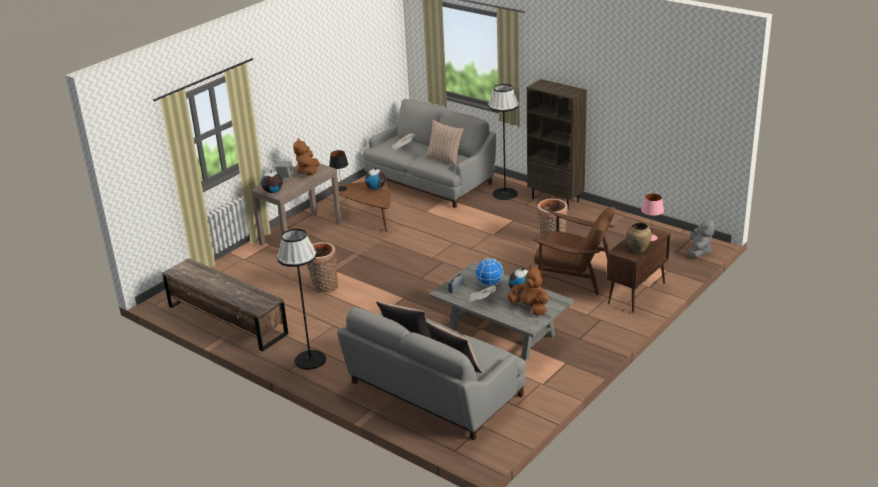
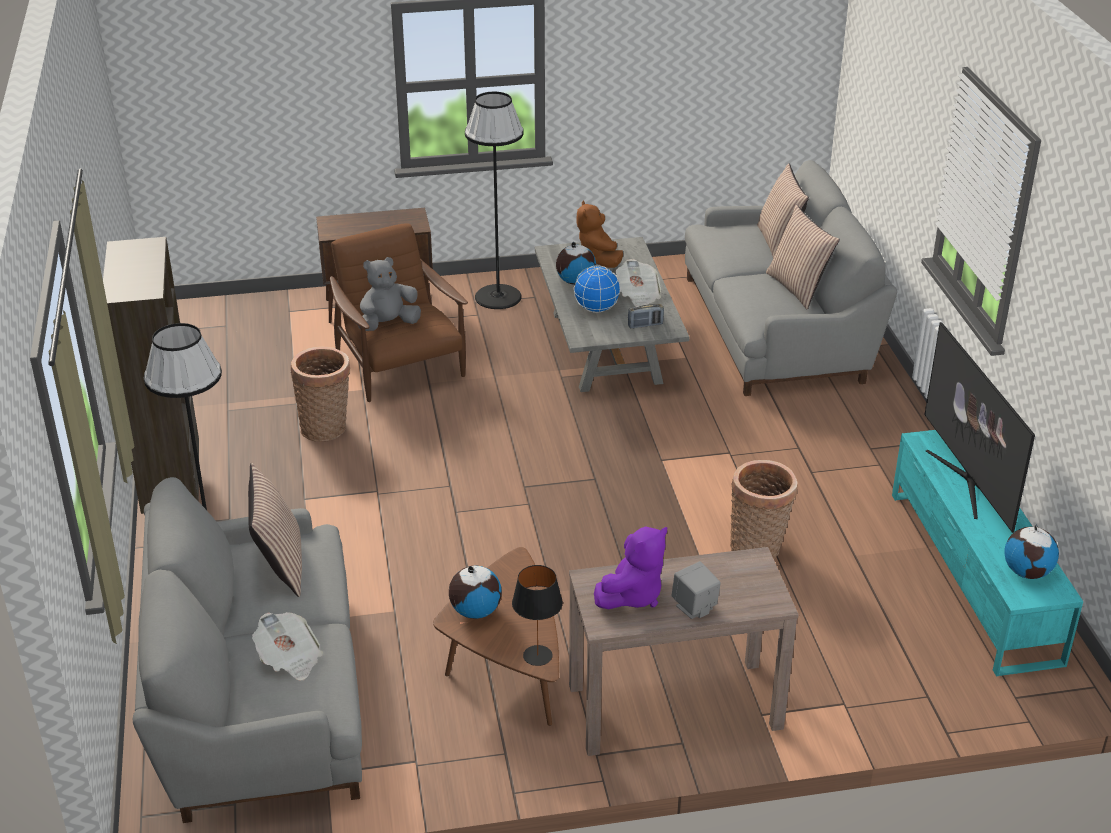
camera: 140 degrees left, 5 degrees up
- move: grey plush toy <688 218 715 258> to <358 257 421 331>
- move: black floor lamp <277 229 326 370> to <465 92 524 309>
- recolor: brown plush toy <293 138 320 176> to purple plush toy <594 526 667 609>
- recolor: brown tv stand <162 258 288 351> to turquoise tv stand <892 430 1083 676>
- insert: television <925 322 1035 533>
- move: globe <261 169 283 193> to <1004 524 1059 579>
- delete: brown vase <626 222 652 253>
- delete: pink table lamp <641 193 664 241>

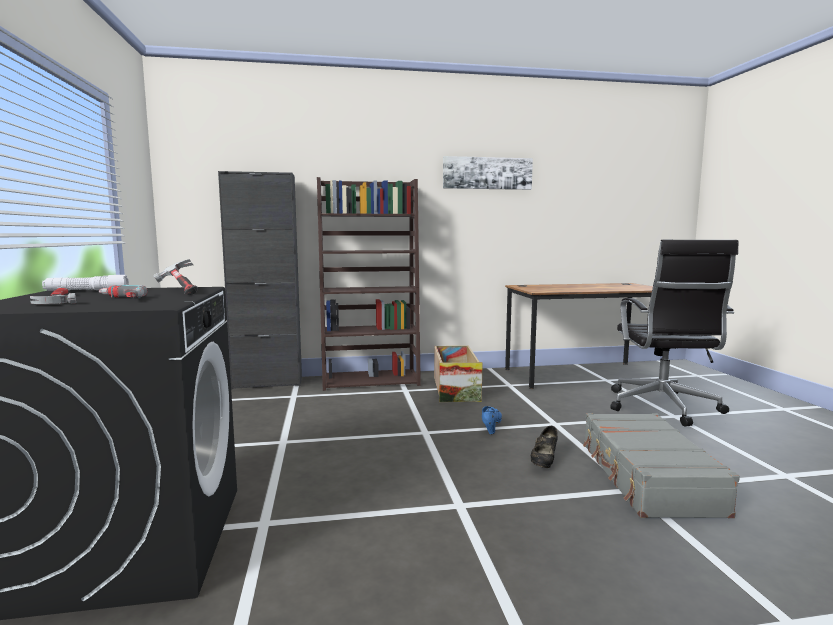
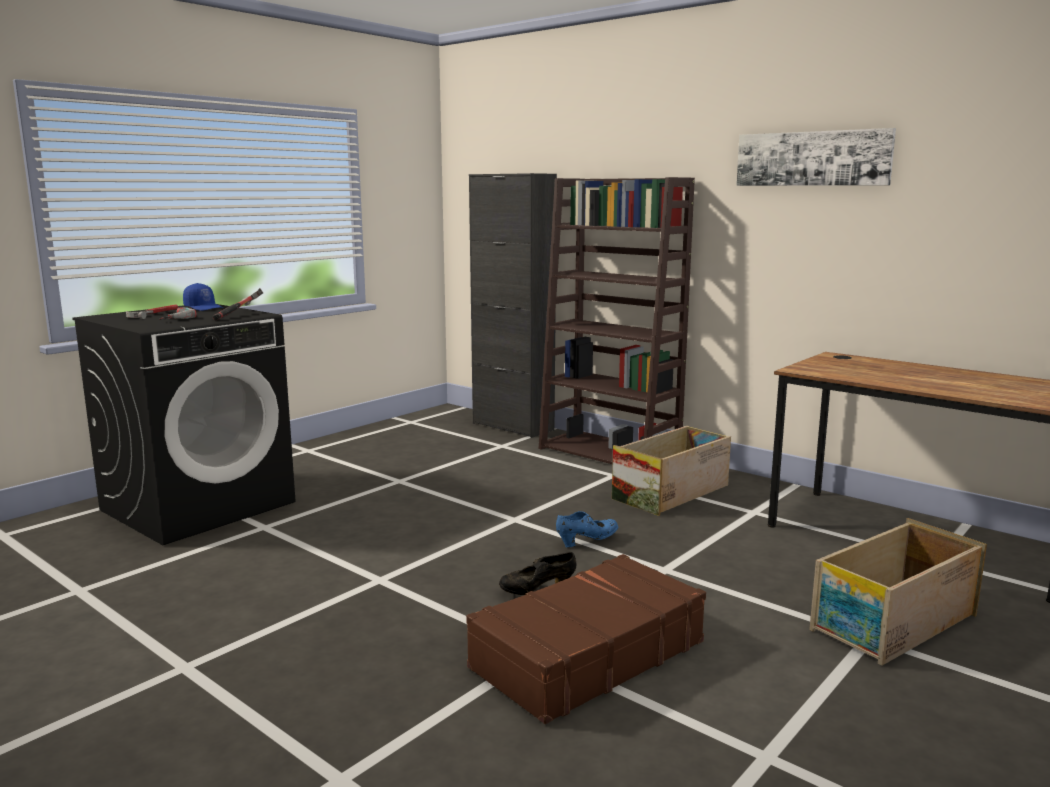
camera: 50 degrees right, 5 degrees up
- replace: white flashlight <42 275 129 291> to blue cap <183 283 223 311>
- recolor: grey suitcase <583 413 740 518> to brown suitcase <466 554 706 724>
- replace: black office chair <610 240 738 427> to crate <809 518 987 665>

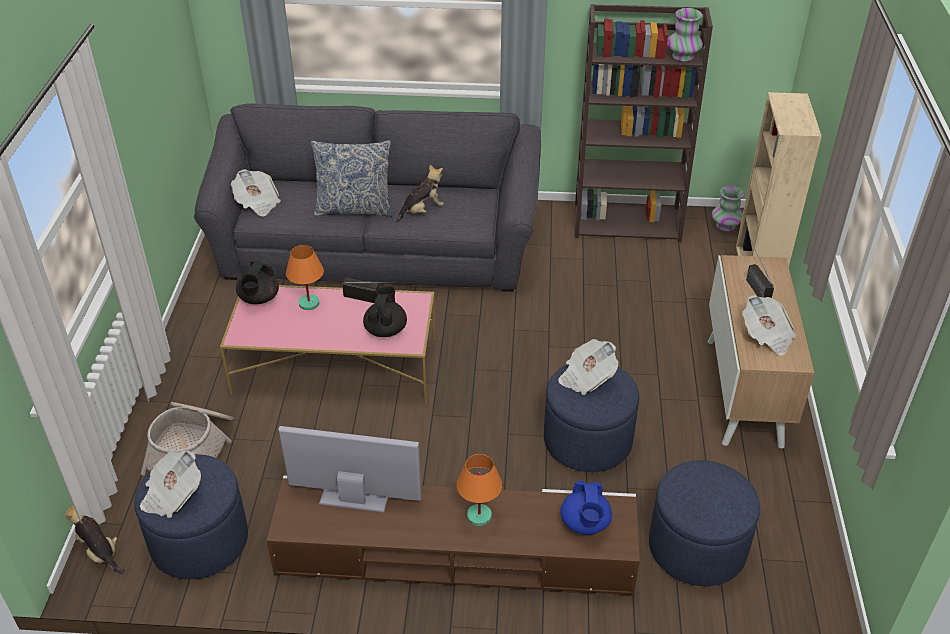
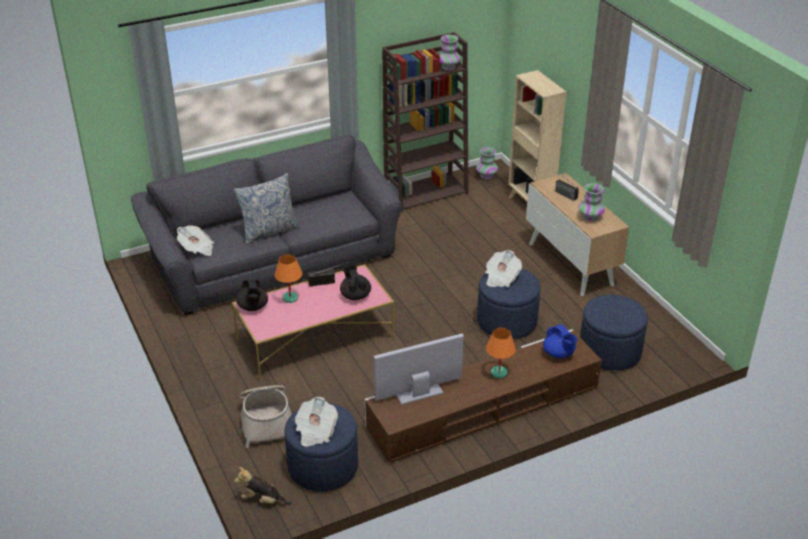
camera: 30 degrees left, 5 degrees down
- replace: newspaper <742 295 797 356> to vase <579 183 605 221>
- delete: plush toy <396 165 444 223>

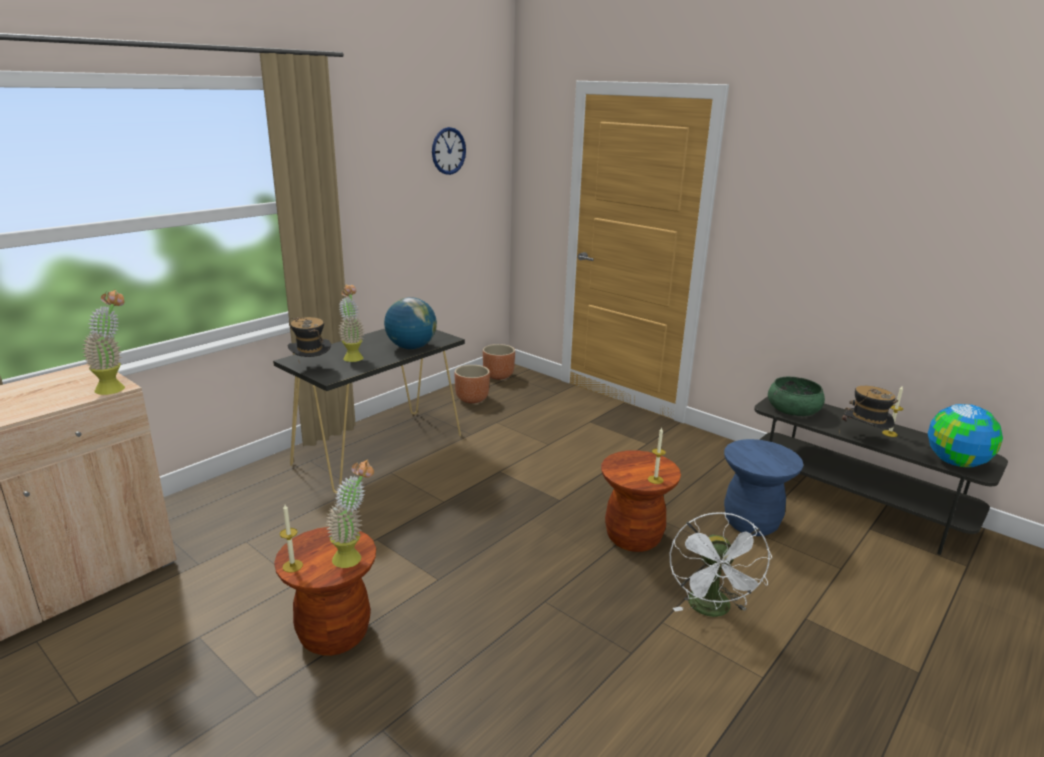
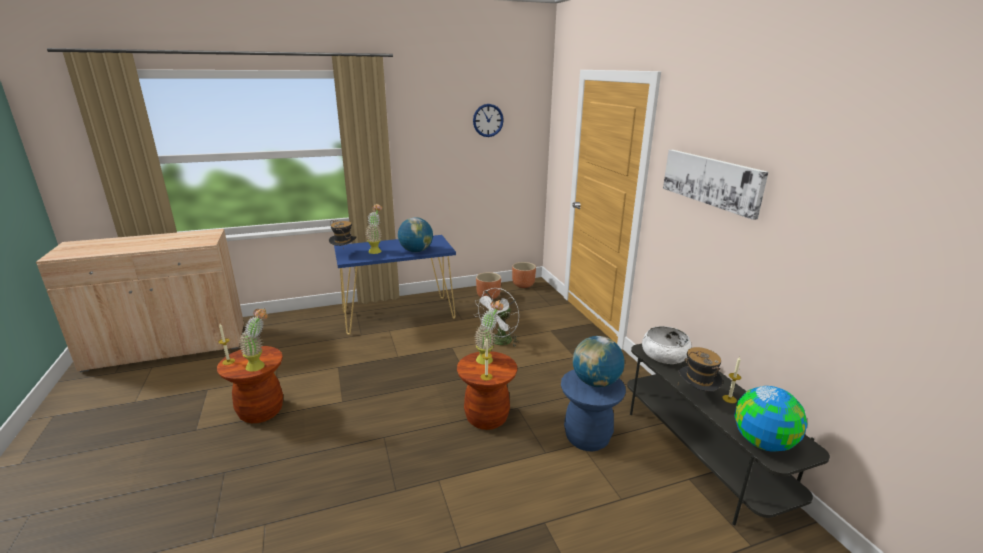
camera: 30 degrees right, 0 degrees up
- recolor: black console table <273 329 465 493> to blue console table <334 235 456 335>
- move: white fan <669 512 772 617> to <473 288 520 347>
- move: potted plant <82 290 125 395> to <474 300 503 365>
- insert: globe <573 336 624 387>
- recolor: green bowl <768 377 825 416> to white bowl <642 326 692 364>
- insert: picture <663 150 768 220>

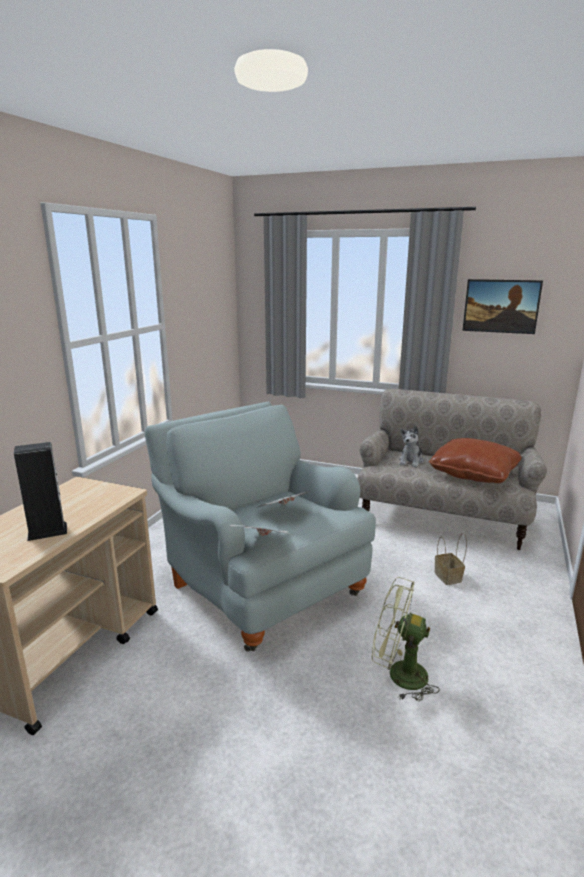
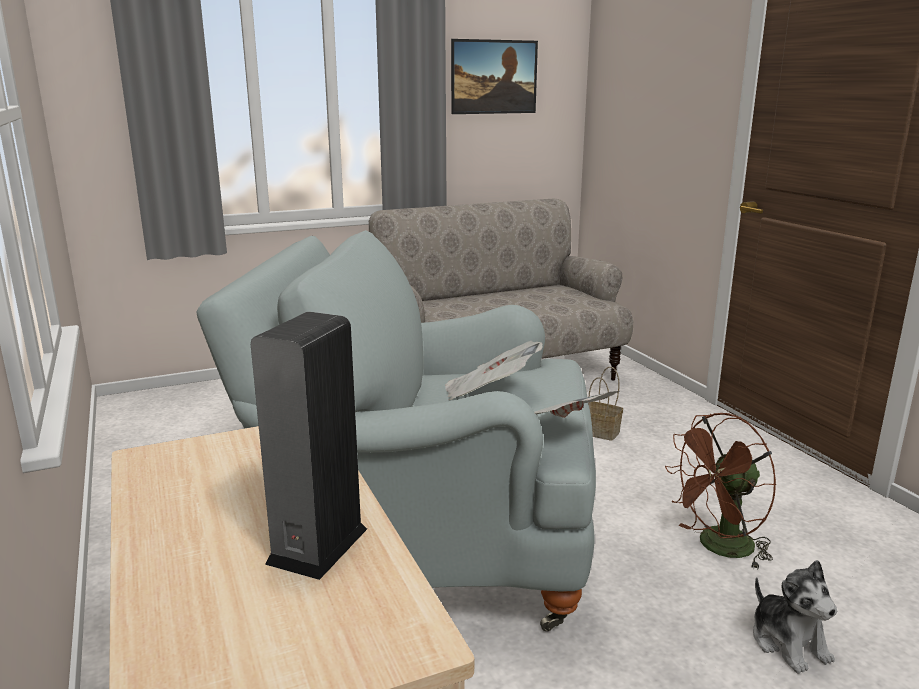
camera: 45 degrees left, 0 degrees up
- recolor: green fan <372 577 440 701> to brown fan <665 413 776 570>
- move: plush toy <399 425 424 467> to <753 560 838 674>
- delete: brown pillow <429 438 522 483>

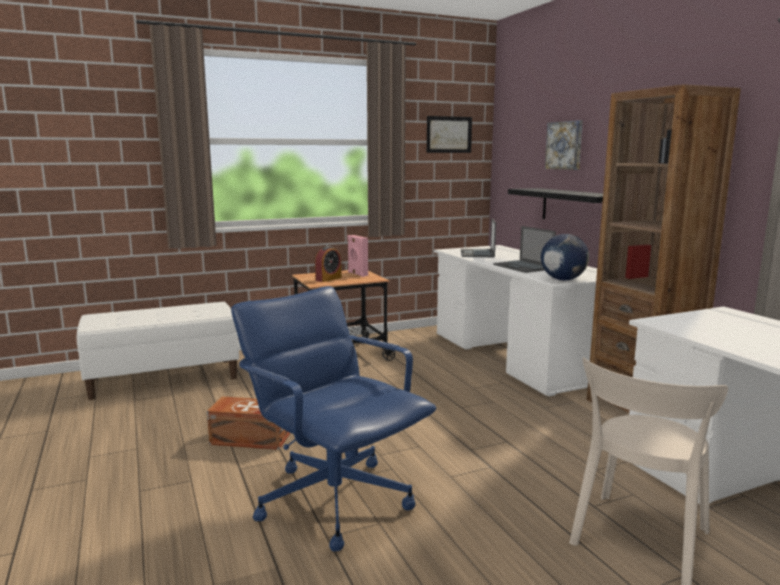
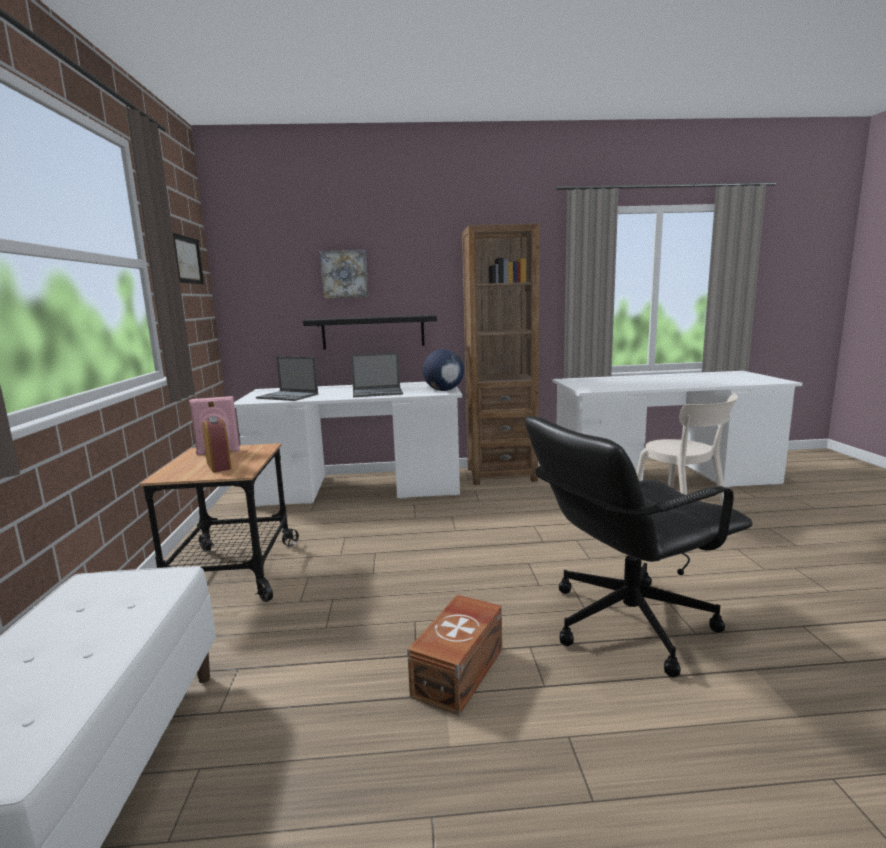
camera: 70 degrees left, 0 degrees up
- recolor: blue office chair <231 286 436 551> to black office chair <525 416 753 677>

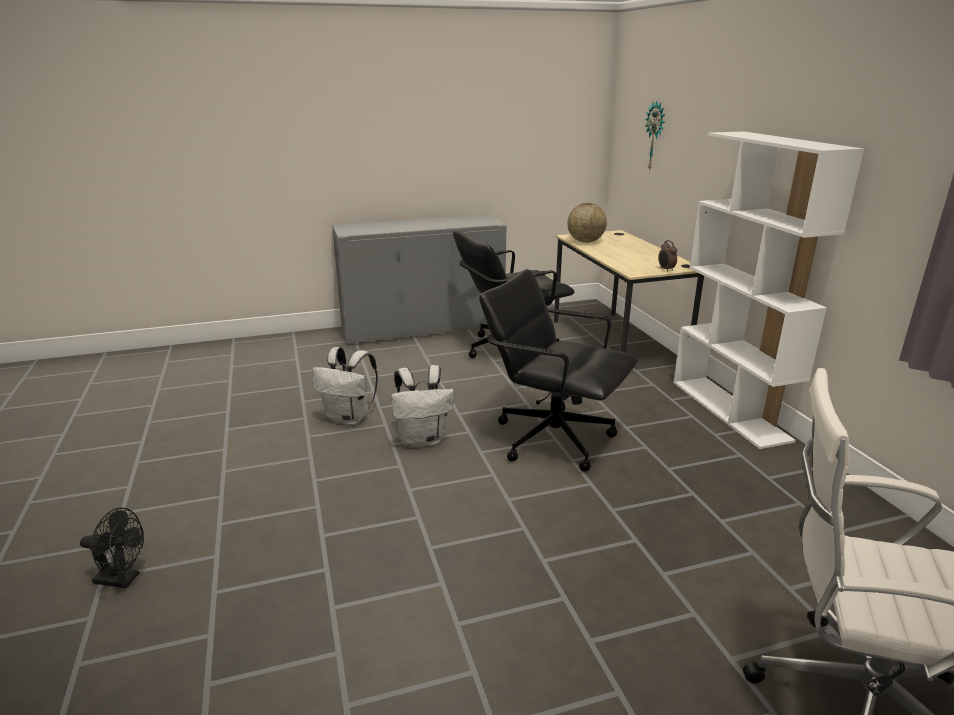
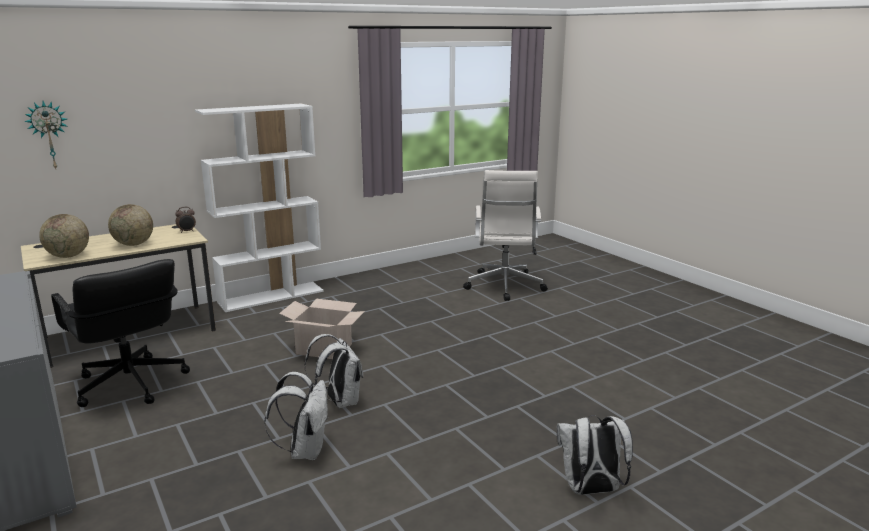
camera: 105 degrees left, 5 degrees down
- insert: globe <108 204 153 246>
- replace: black office chair <479 269 638 472> to cardboard box <279 299 365 359>
- replace: black fan <80 508 144 588> to white backpack <557 415 633 495>

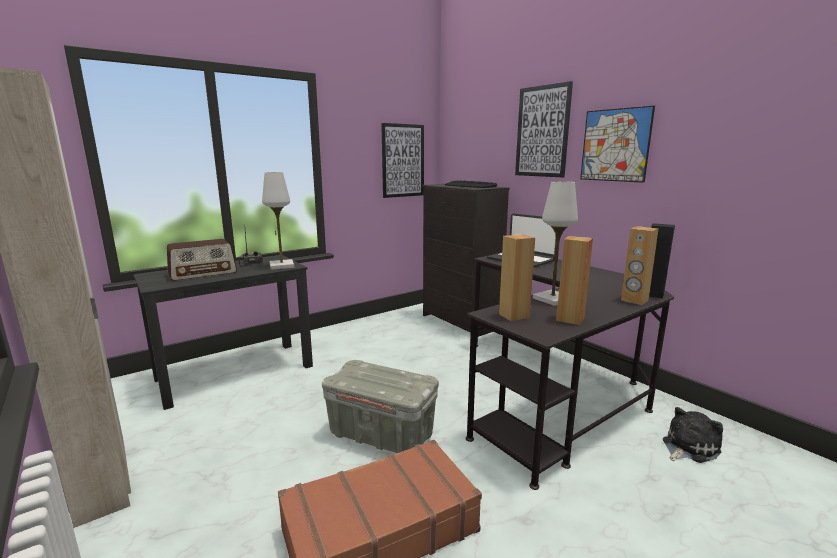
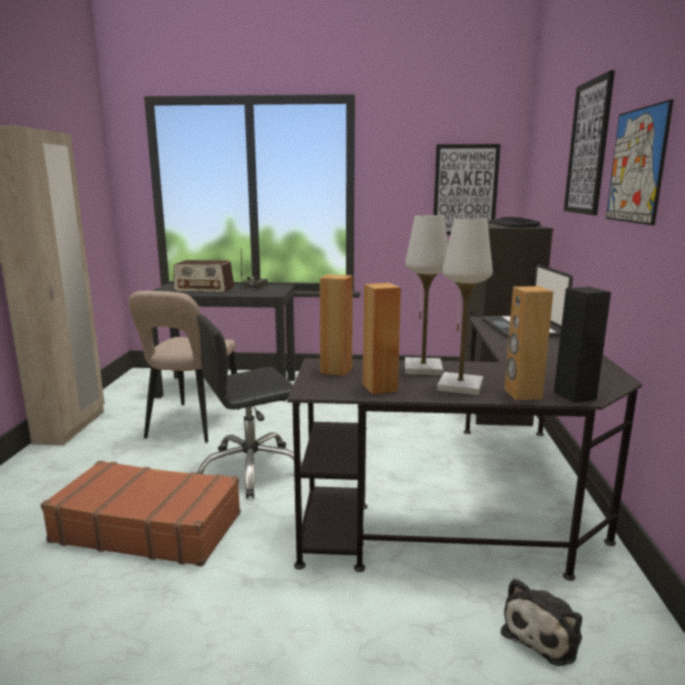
camera: 40 degrees right, 0 degrees up
- insert: beige chair <128 291 240 443>
- replace: grey storage box <322 360 439 453> to black office chair <196 314 302 499>
- move: white table lamp <262 172 294 270> to <437 218 493 395>
- rotate: plush toy <663 407 723 463> = <501 578 582 666> 120 degrees clockwise

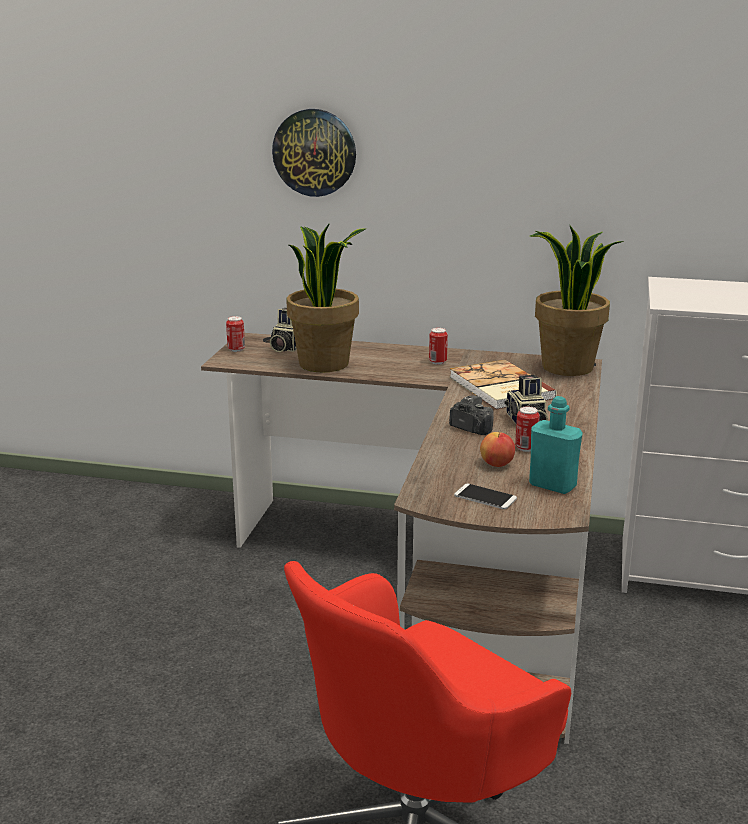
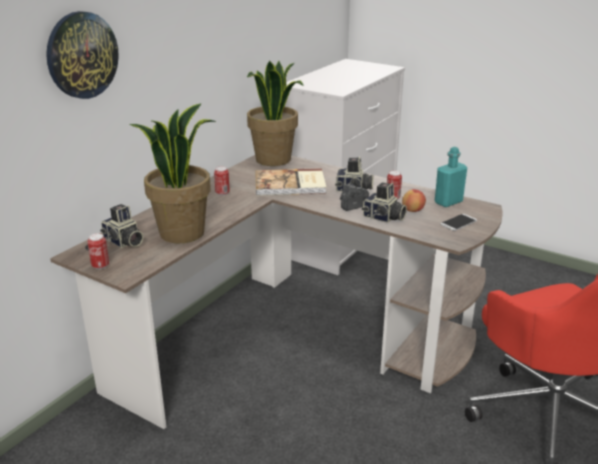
camera: 70 degrees left, 5 degrees up
- insert: photo camera <362 183 407 223>

